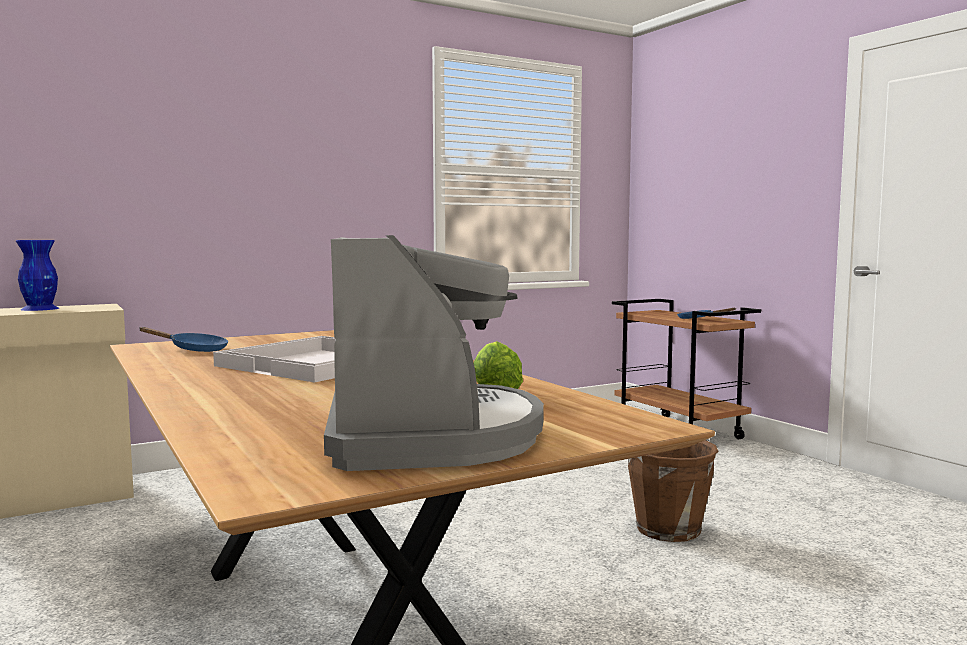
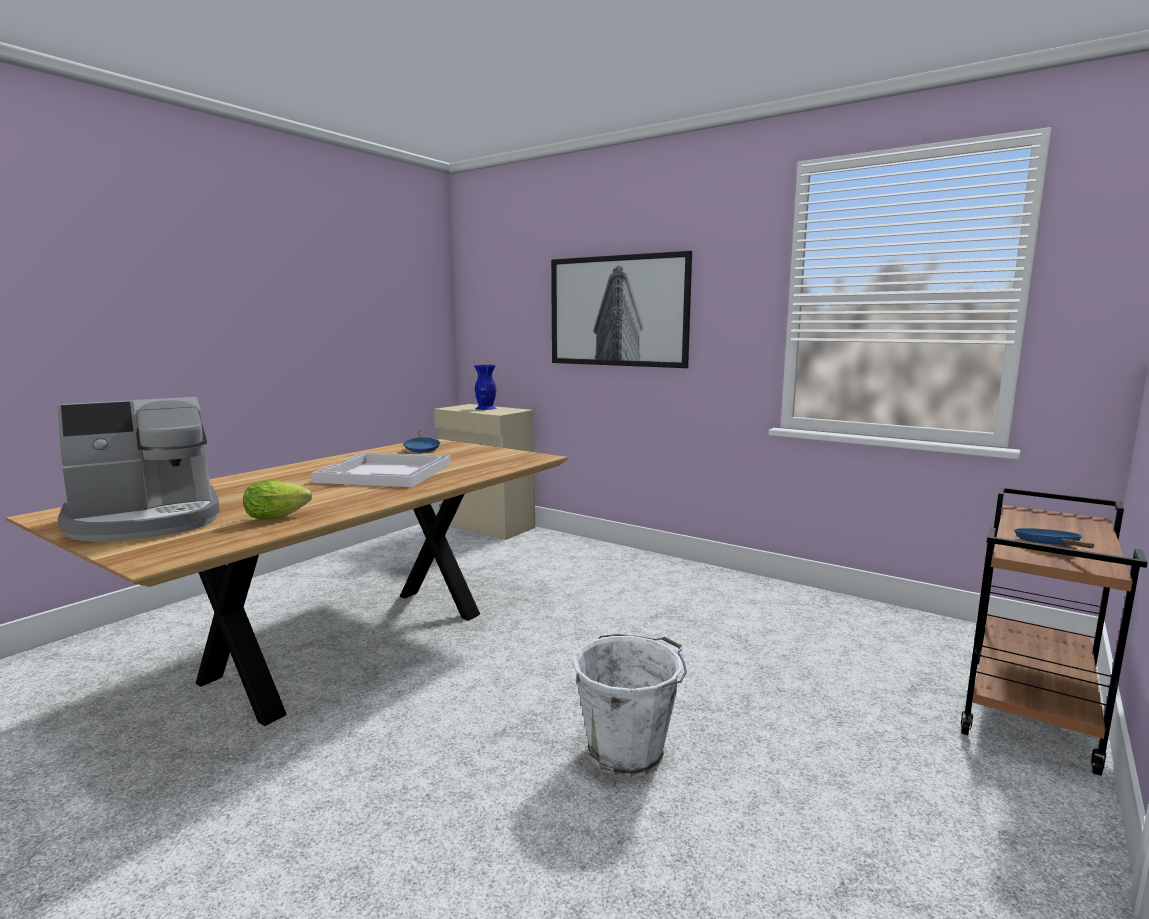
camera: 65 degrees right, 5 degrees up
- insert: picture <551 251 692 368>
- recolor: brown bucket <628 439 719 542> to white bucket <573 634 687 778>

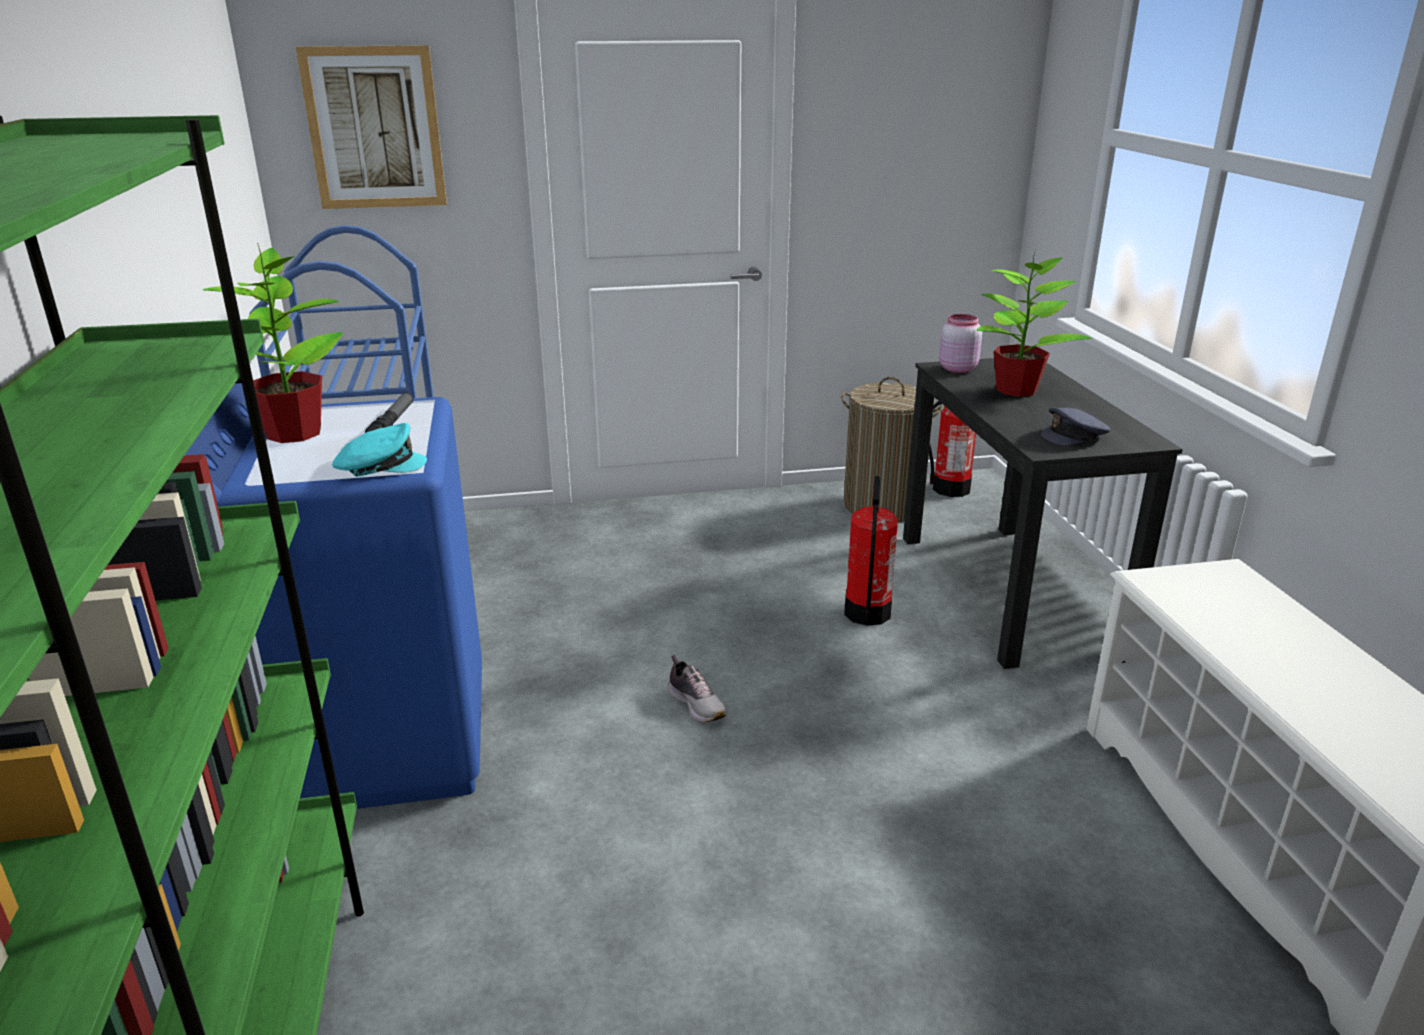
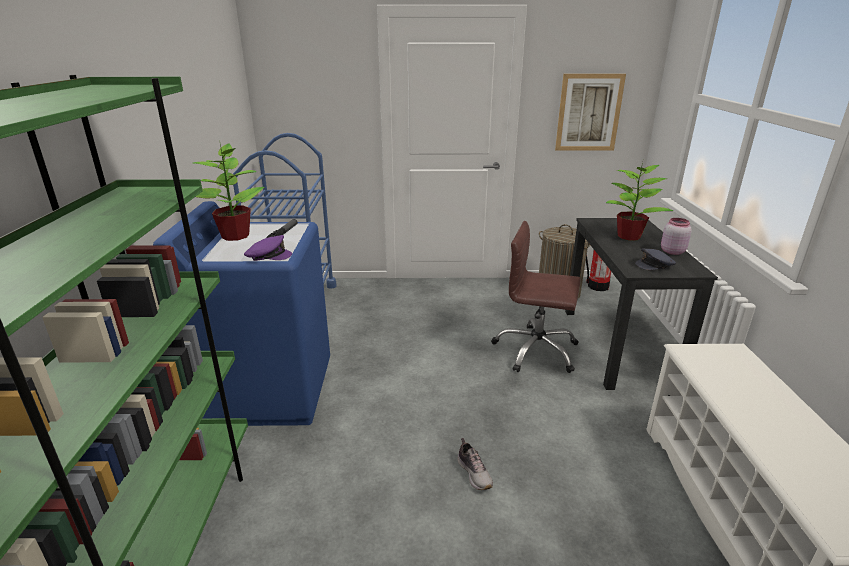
camera: 10 degrees right, 0 degrees up
- recolor: turquoise cap <332 423 427 477> to purple cap <244 235 292 261>
- move: shoe <668 655 727 722> to <458 438 493 490>
- replace: fire extinguisher <844 476 898 626> to brown office chair <491 221 581 373>
- move: picture <296 45 447 209> to <555 74 626 151>
- move: pink jar <939 314 982 373> to <661 218 692 255>

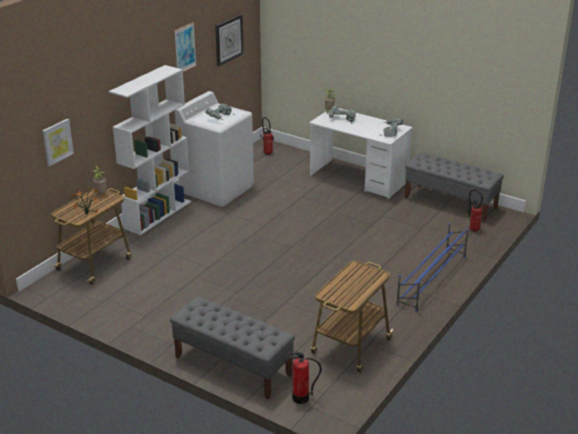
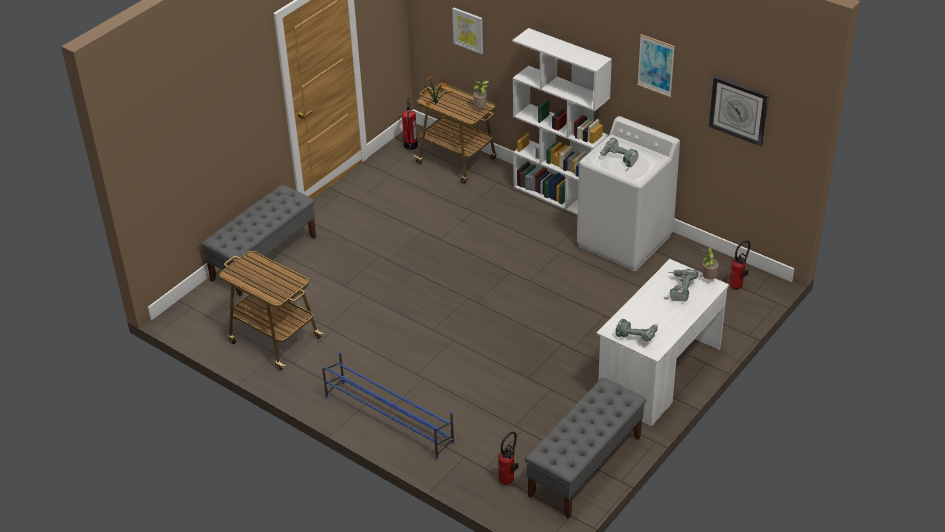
camera: 95 degrees right, 10 degrees up
- move: fire extinguisher <289 351 322 404> to <402 98 418 150>

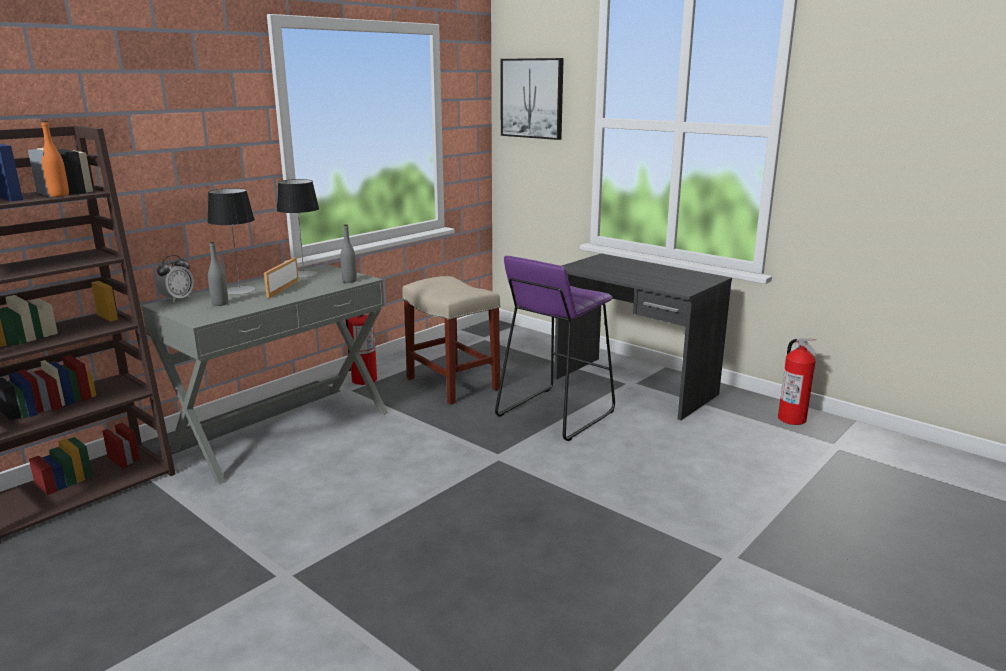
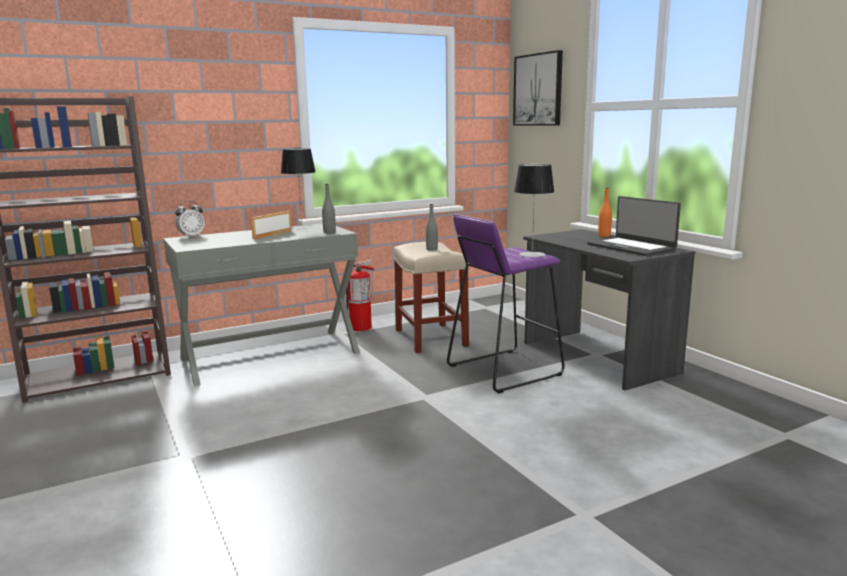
camera: 20 degrees right, 5 degrees down
- move: grey bottle <208 242 228 306> to <426 204 438 251>
- move: table lamp <207 188 255 294> to <514 164 554 257>
- insert: laptop <587 196 681 256>
- move: orange bottle <41 121 69 197> to <598 188 612 237>
- delete: fire extinguisher <778 338 817 425>

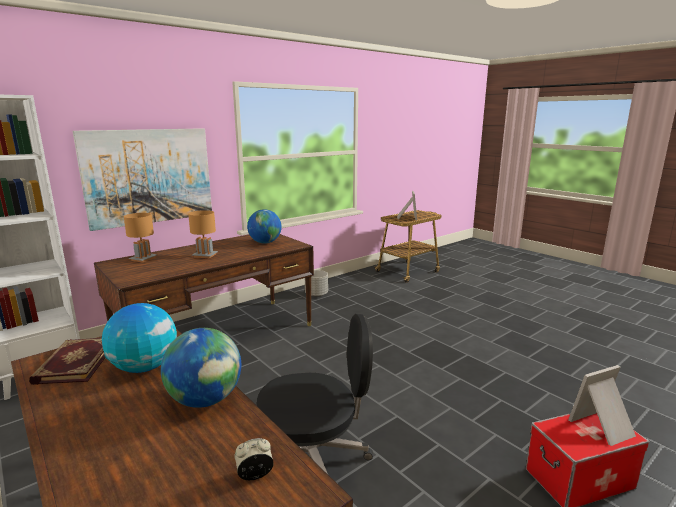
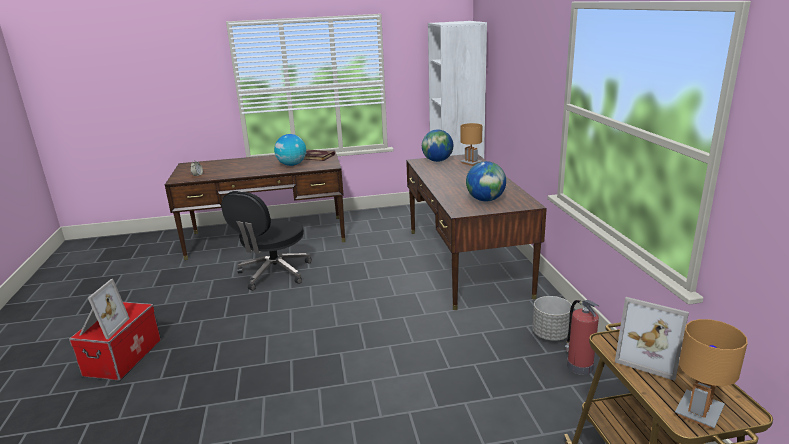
camera: 120 degrees right, 5 degrees up
- move: globe <161 328 241 408> to <422 130 453 162>
- insert: fire extinguisher <565 300 599 375>
- move: brown table lamp <188 210 218 258> to <675 319 748 429>
- delete: picture <73 128 212 231>

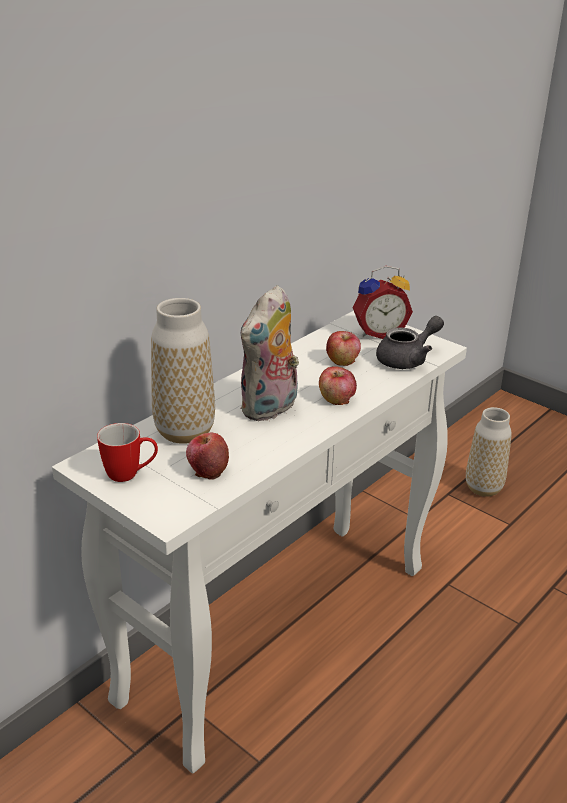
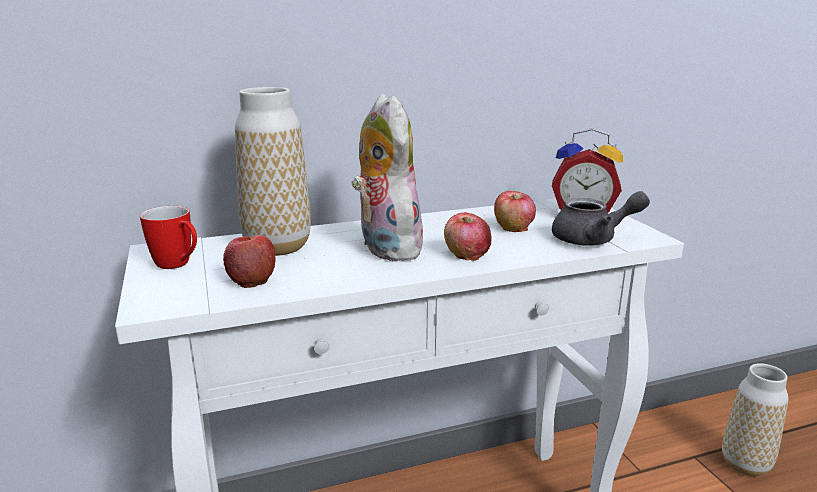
camera: 30 degrees right, 10 degrees down
- rotate: plush toy <240 285 299 421> = <352 94 425 261> 90 degrees clockwise

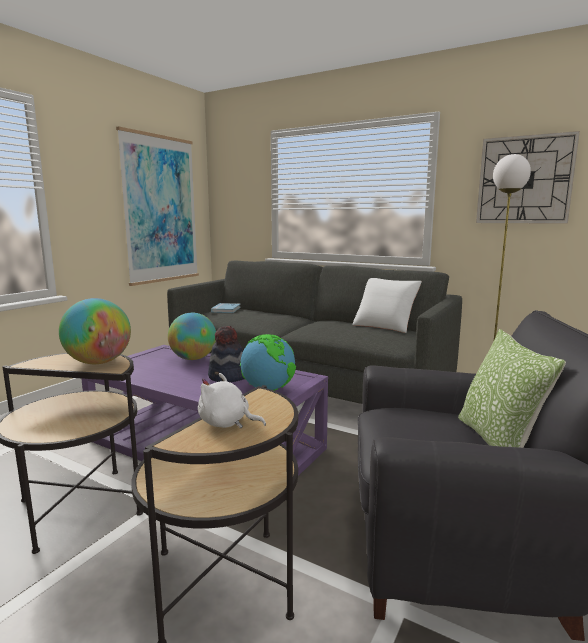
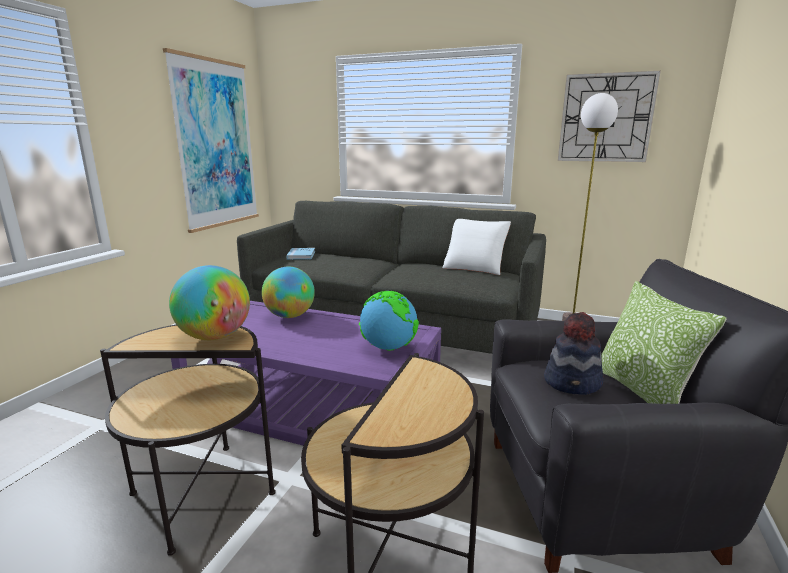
camera: 10 degrees left, 5 degrees up
- move: hat <208 326 244 382> to <544 312 604 395>
- delete: white plush toy <198 373 266 429>

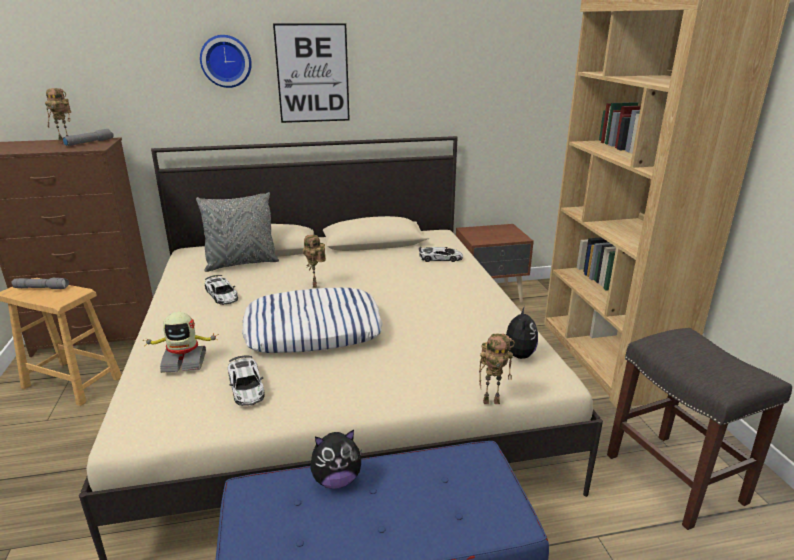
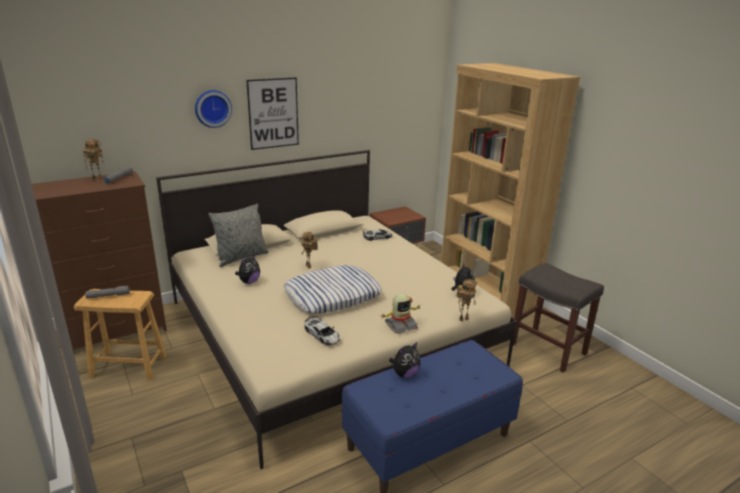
camera: 20 degrees left, 0 degrees up
- replace: toy car <205 275 238 305> to plush toy <235 255 260 284>
- move: toy robot <142 312 219 373> to <381 293 422 334>

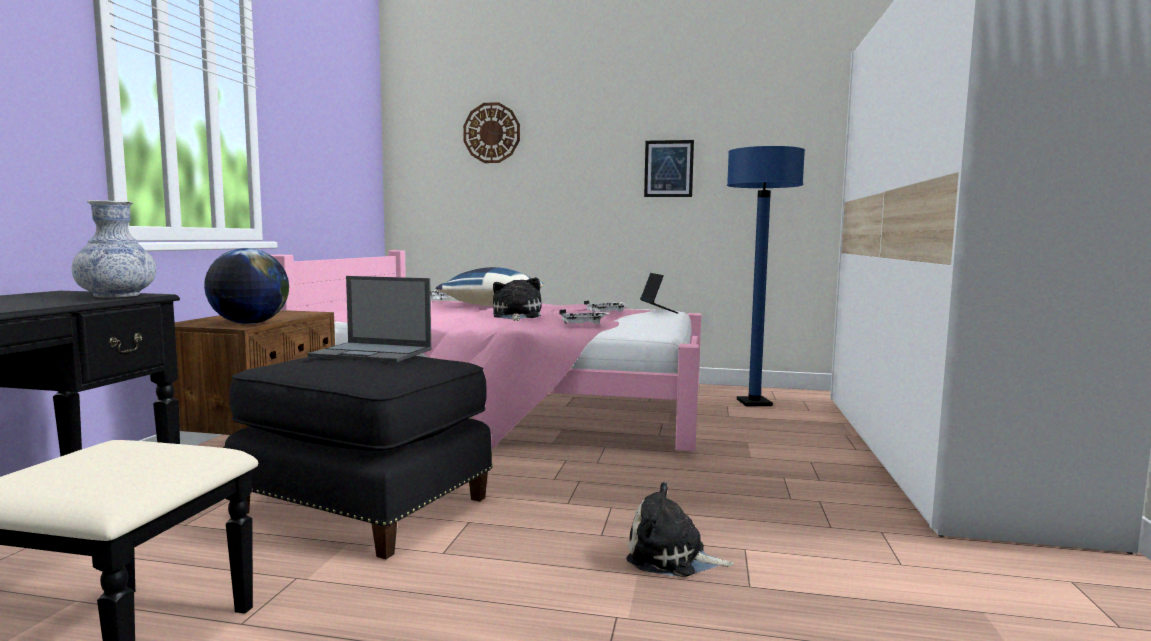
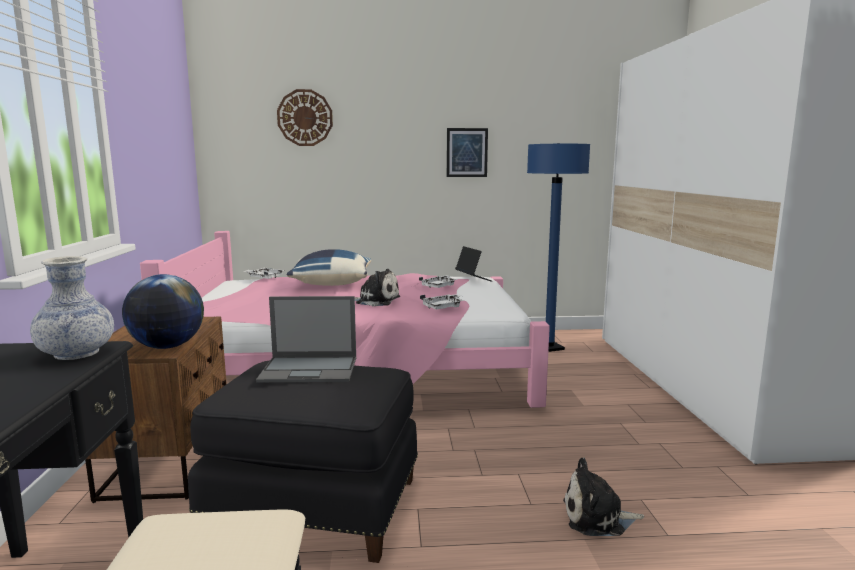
camera: 15 degrees left, 5 degrees up
- rotate: plush toy <493 277 542 321> = <355 269 400 306> 120 degrees clockwise

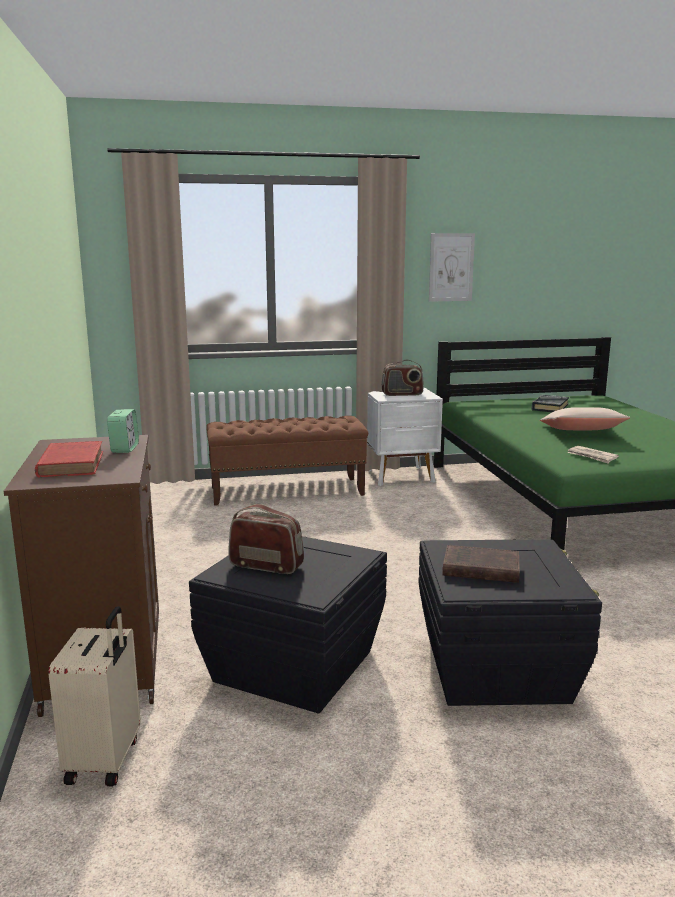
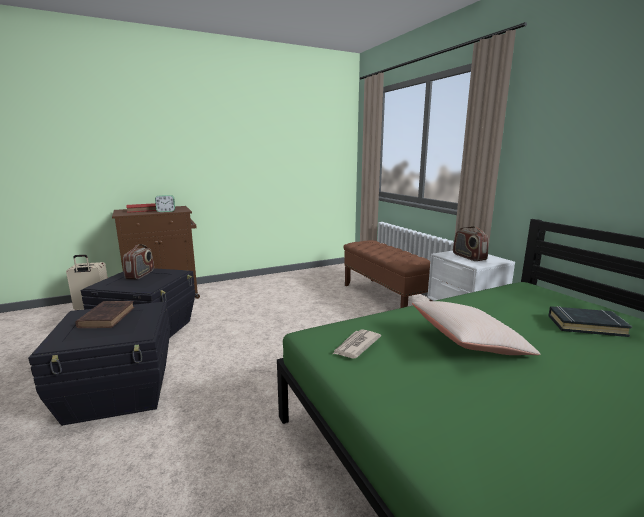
camera: 75 degrees right, 0 degrees up
- delete: picture <429 233 475 302>

